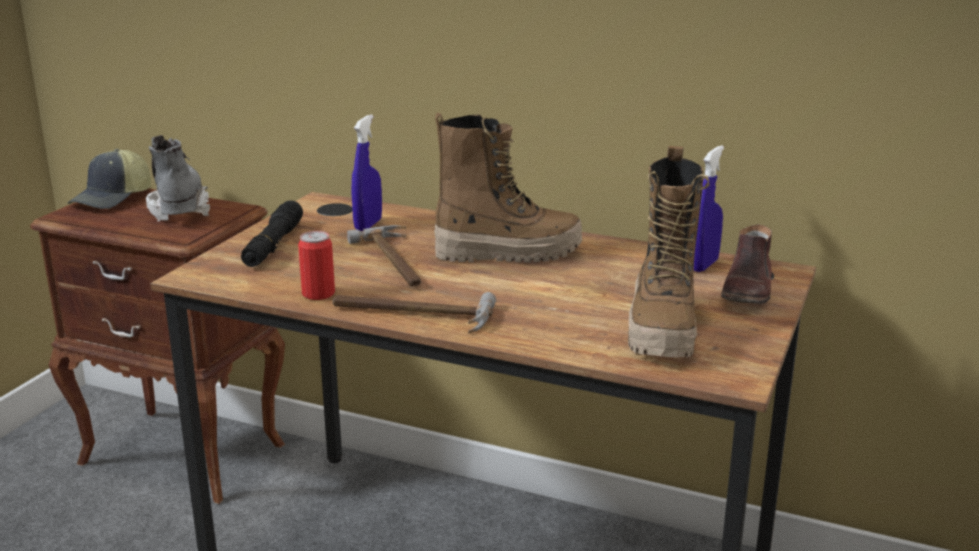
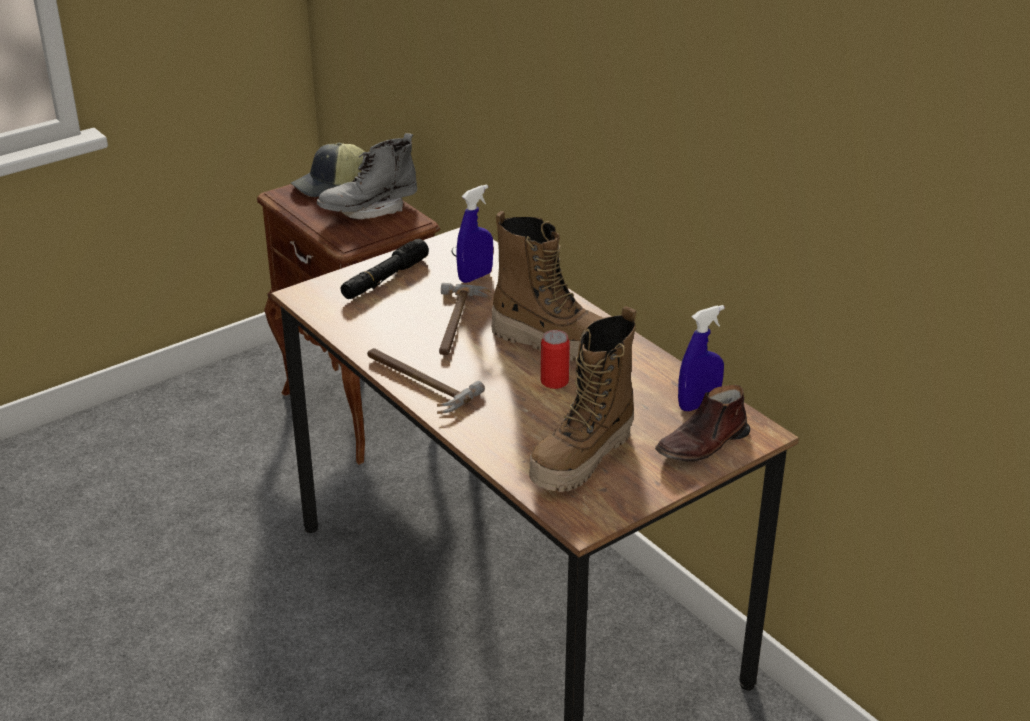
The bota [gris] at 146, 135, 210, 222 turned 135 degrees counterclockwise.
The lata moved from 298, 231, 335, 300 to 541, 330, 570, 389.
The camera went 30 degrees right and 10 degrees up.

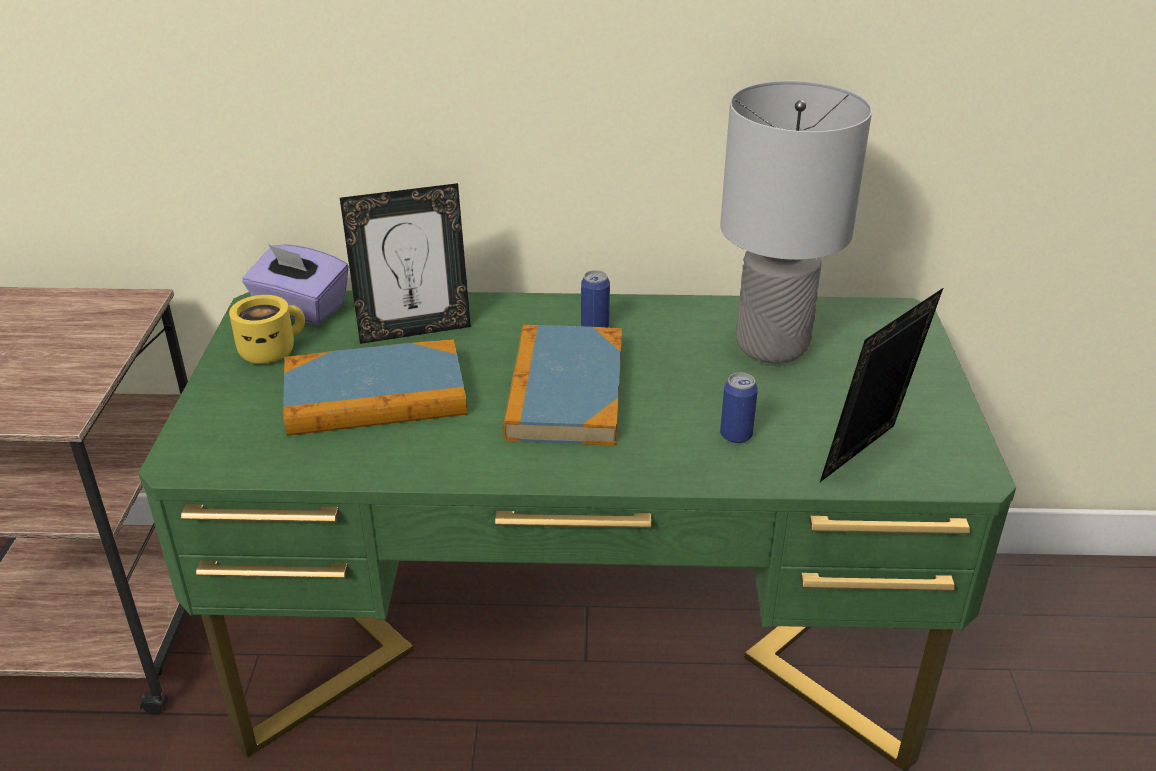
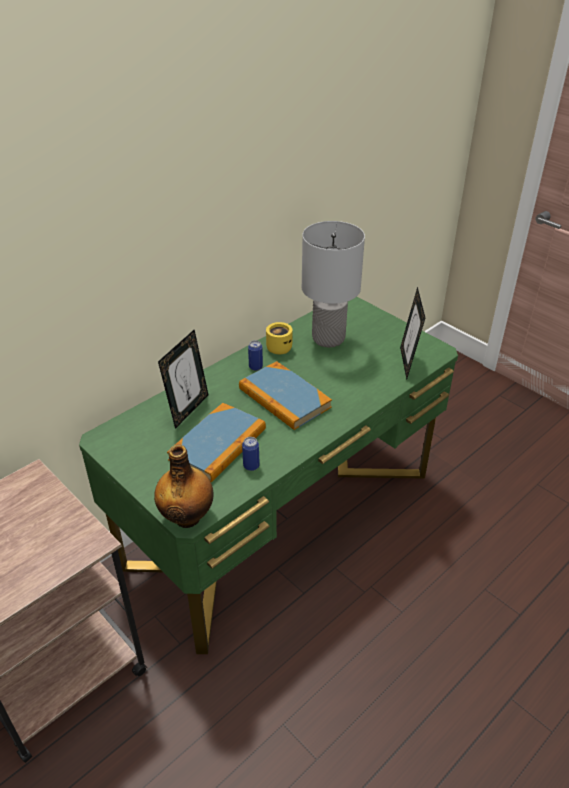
The botella at 154, 445, 213, 528 appeared.
The lata moved from 720, 372, 758, 444 to 242, 437, 260, 471.
The taza grande [amarillo] moved from 229, 295, 305, 364 to 266, 322, 292, 354.
The caja de pañuelos [morado] at 242, 244, 349, 325 disappeared.
The camera went 45 degrees left and 5 degrees up.

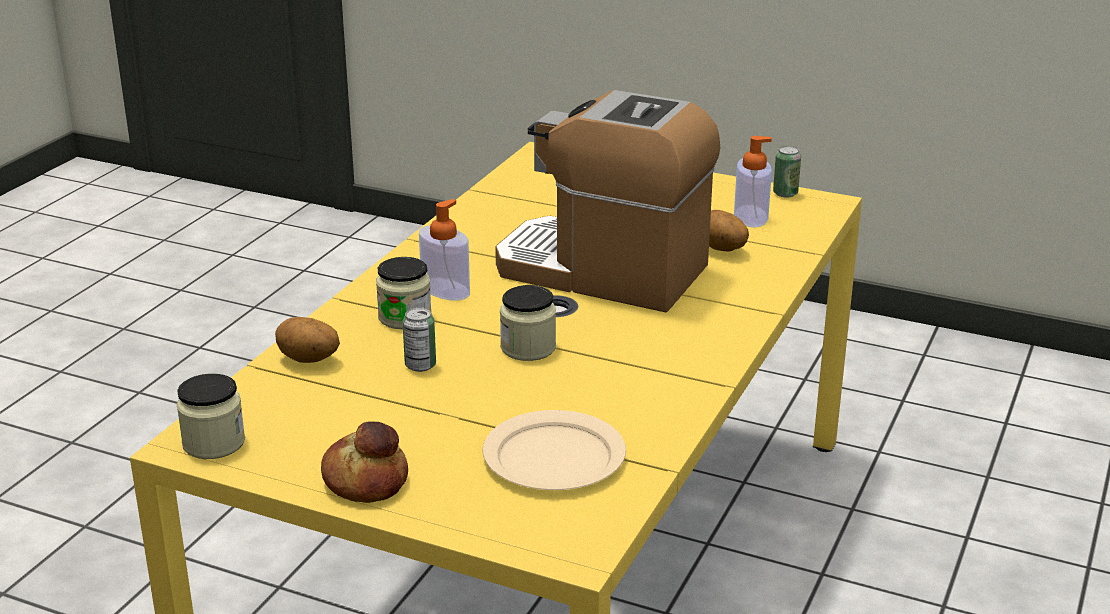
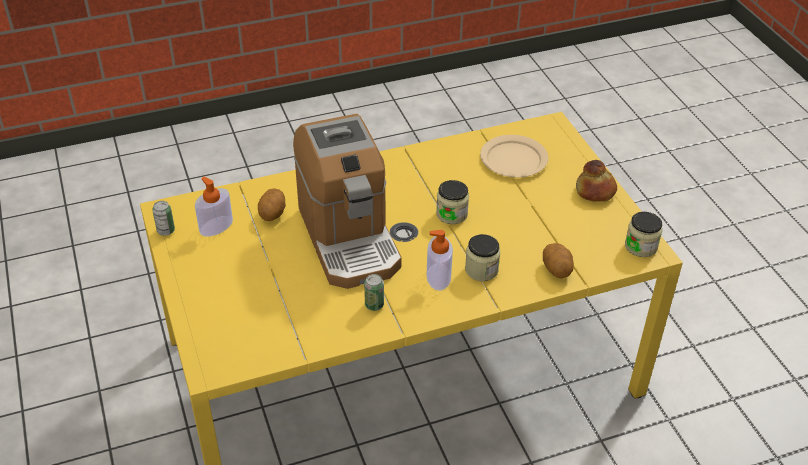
The lata moved from 402, 307, 436, 372 to 364, 274, 384, 311.
The camera went 135 degrees left and 15 degrees up.

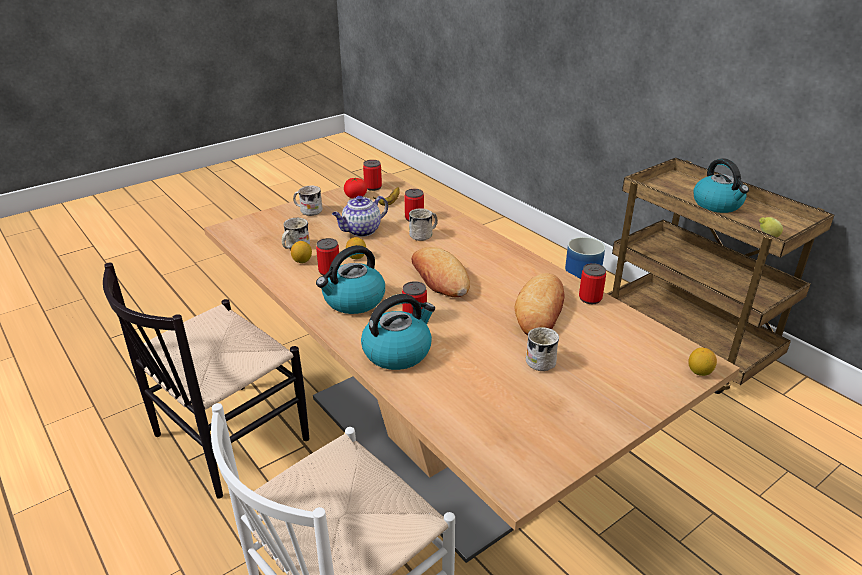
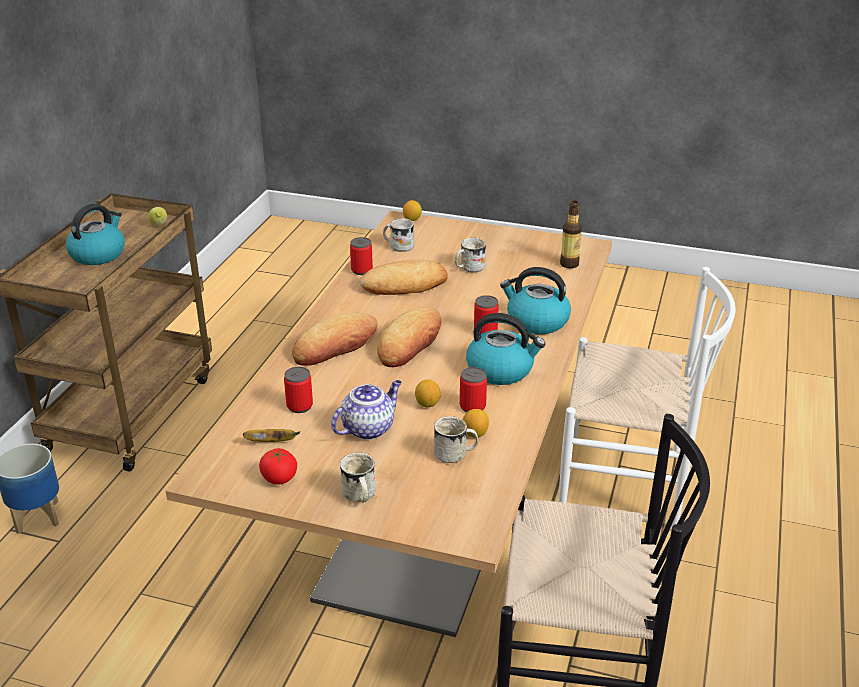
The pan at 292, 313, 378, 366 appeared.
The tetera at 332, 196, 388, 237 turned 60 degrees counterclockwise.
The taza grande [blanco] moved from 409, 208, 438, 241 to 383, 218, 415, 252.
The botella at 560, 200, 582, 268 appeared.
The lata at 363, 160, 382, 191 disappeared.
The camera went 125 degrees left and 0 degrees up.

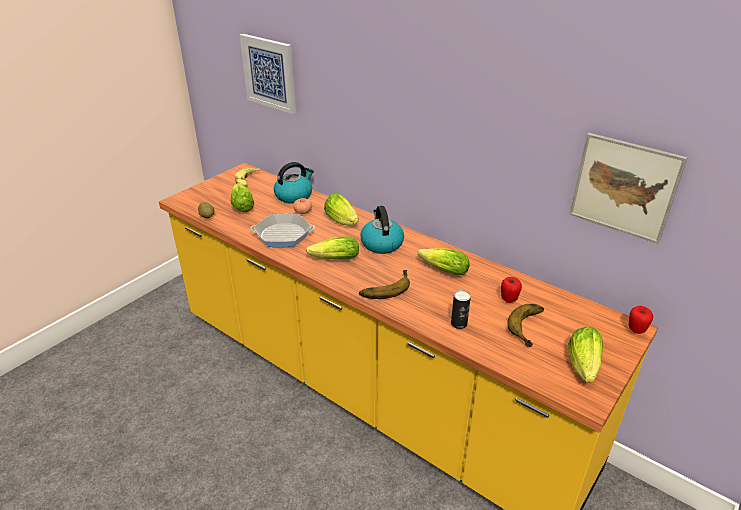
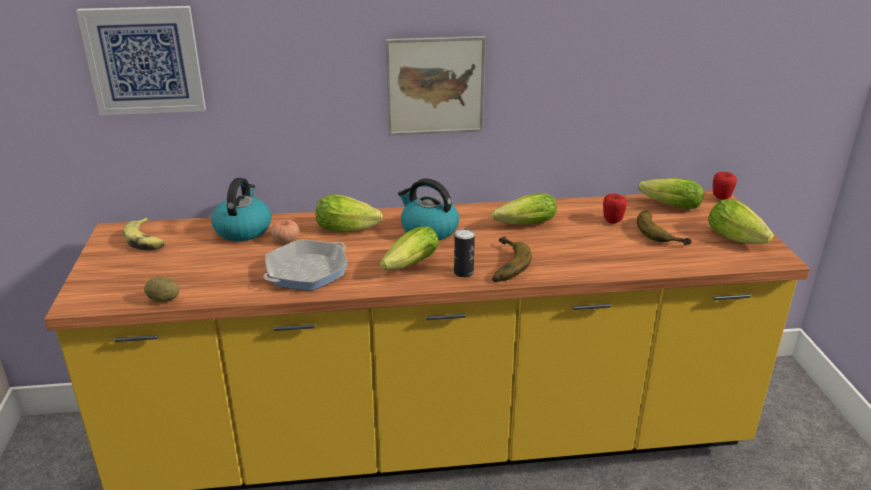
The cuadro moved from 569, 133, 688, 244 to 386, 36, 486, 135.
The lata moved from 451, 290, 471, 329 to 454, 229, 475, 277.
The lechuga moved from 231, 183, 254, 212 to 638, 178, 704, 209.
The camera went 45 degrees left and 5 degrees down.

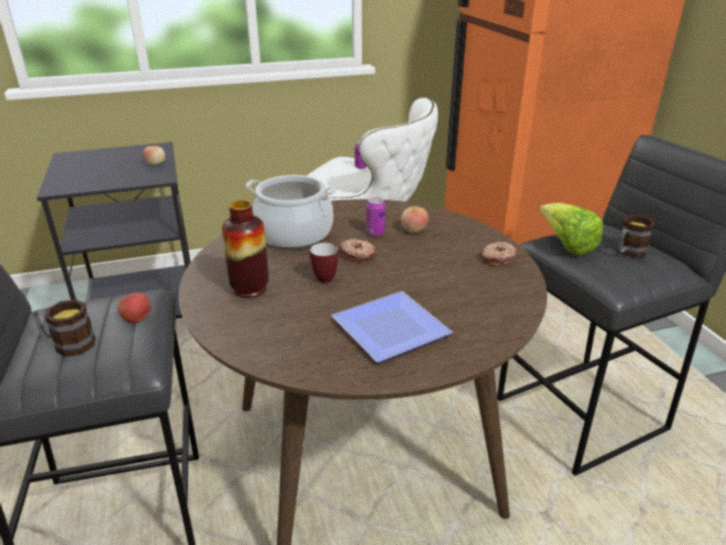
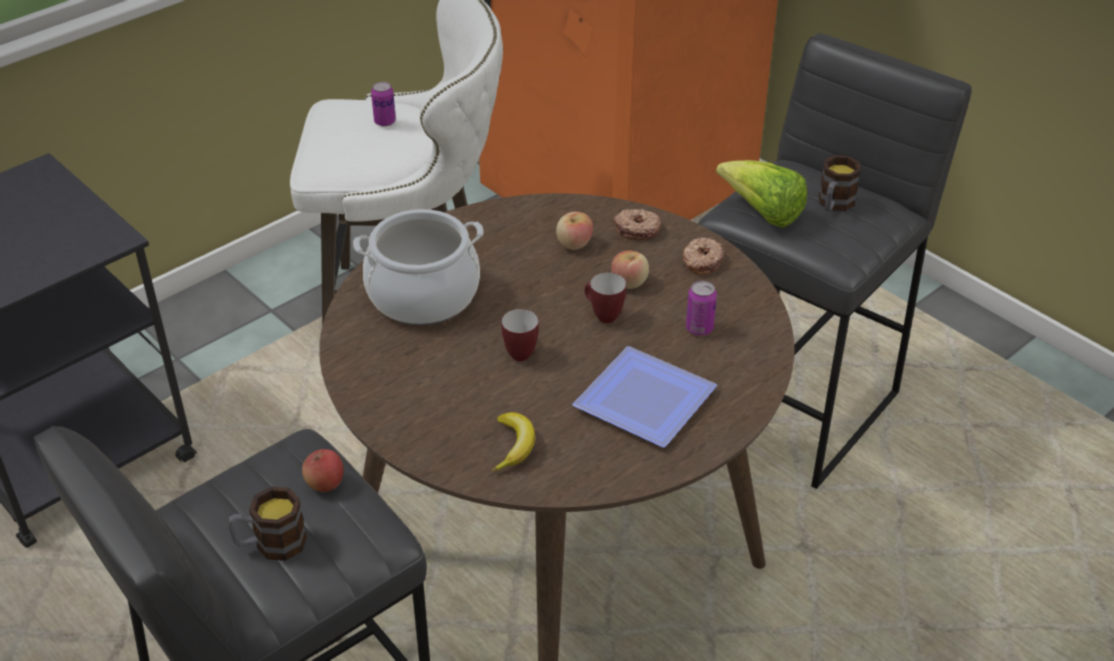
The plátano at 492, 412, 535, 472 appeared.
The taza grande at 584, 272, 626, 323 appeared.
The manzana moved from 143, 146, 165, 165 to 611, 250, 649, 289.
The rosquilla moved from 340, 238, 376, 262 to 613, 209, 661, 240.
The lata moved from 366, 197, 385, 236 to 686, 281, 717, 336.
The florero at 222, 200, 269, 298 disappeared.
The camera went 25 degrees left and 10 degrees up.

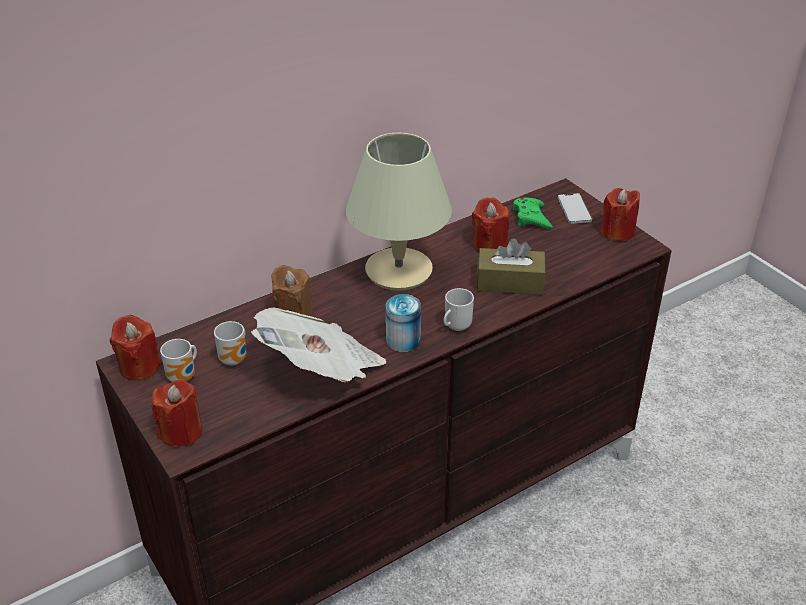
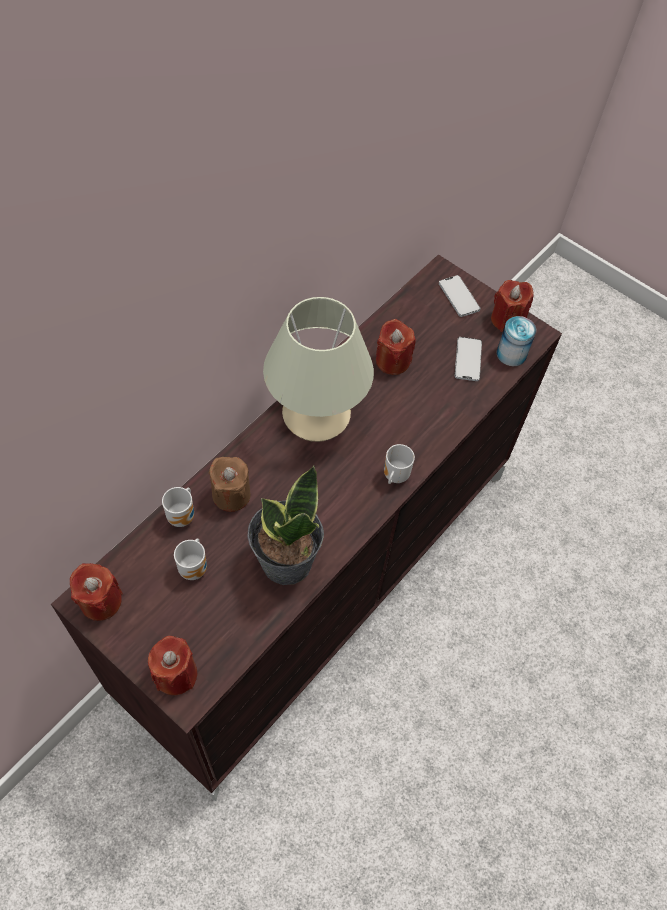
The taza grande moved from 160, 339, 197, 382 to 162, 487, 194, 527.
The periódico at 251, 307, 386, 382 was replaced by the planta en maceta at 247, 465, 324, 585.
The móvil at 455, 337, 482, 381 appeared.
The lata moved from 386, 294, 421, 352 to 496, 316, 536, 366.
The caja de pañuelos [marrón] at 477, 239, 546, 295 disappeared.
The mando de consola [verde] at 513, 197, 553, 229 disappeared.
The camera went 20 degrees left and 20 degrees up.

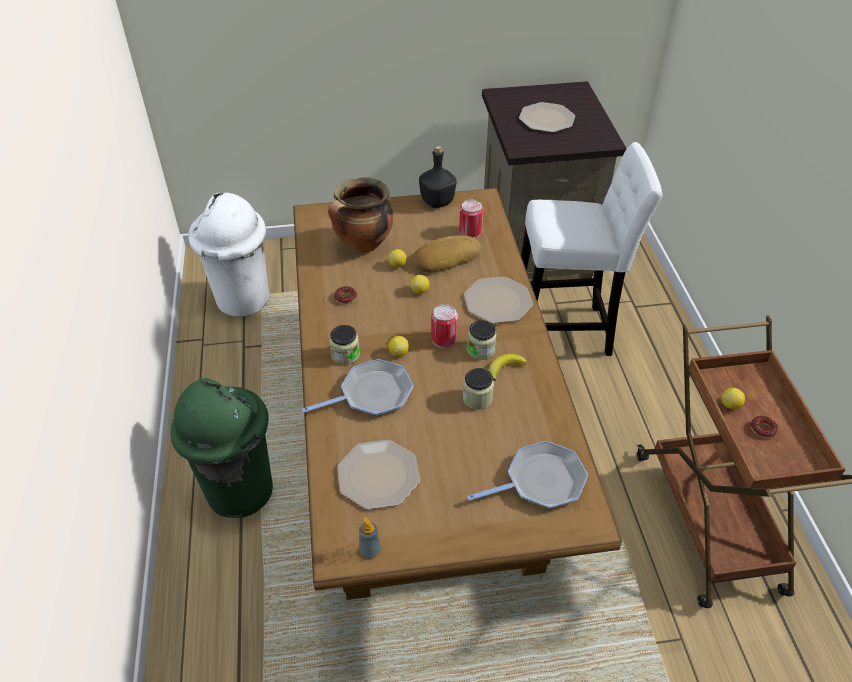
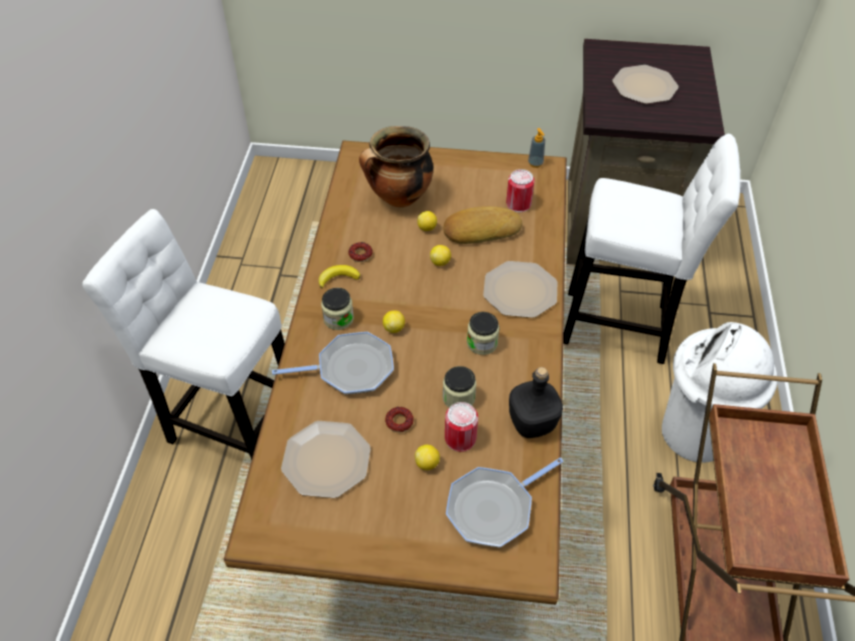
The papelera [verde] at 170, 378, 273, 518 was replaced by the taburete [blanco] at 82, 209, 285, 460.
The plátano moved from 489, 354, 527, 381 to 319, 265, 360, 289.
The rosquilla moved from 751, 416, 778, 438 to 385, 407, 414, 433.
The limón moved from 722, 388, 745, 410 to 415, 445, 440, 470.
The lata moved from 431, 304, 458, 348 to 445, 402, 478, 452.
The sartén at 467, 441, 588, 509 turned 150 degrees clockwise.
The botella [negro] moved from 419, 146, 456, 208 to 509, 367, 563, 438.
The dispensador de jabón moved from 359, 517, 381, 559 to 528, 128, 545, 168.
The papelera [blanco] moved from 188, 192, 270, 317 to 662, 322, 777, 463.
The camera went 15 degrees right and 5 degrees up.

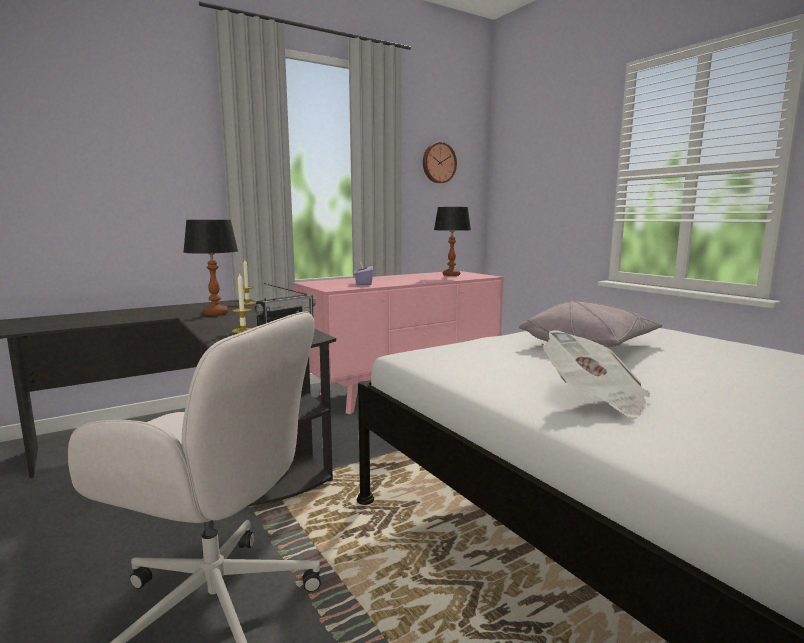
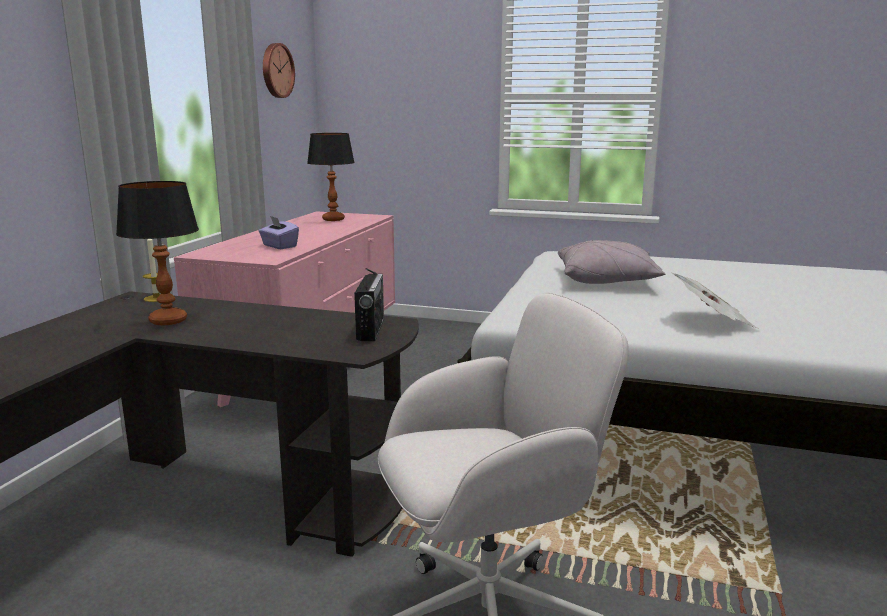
The vela at 232, 272, 252, 333 disappeared.
The camera went 40 degrees left and 5 degrees up.

